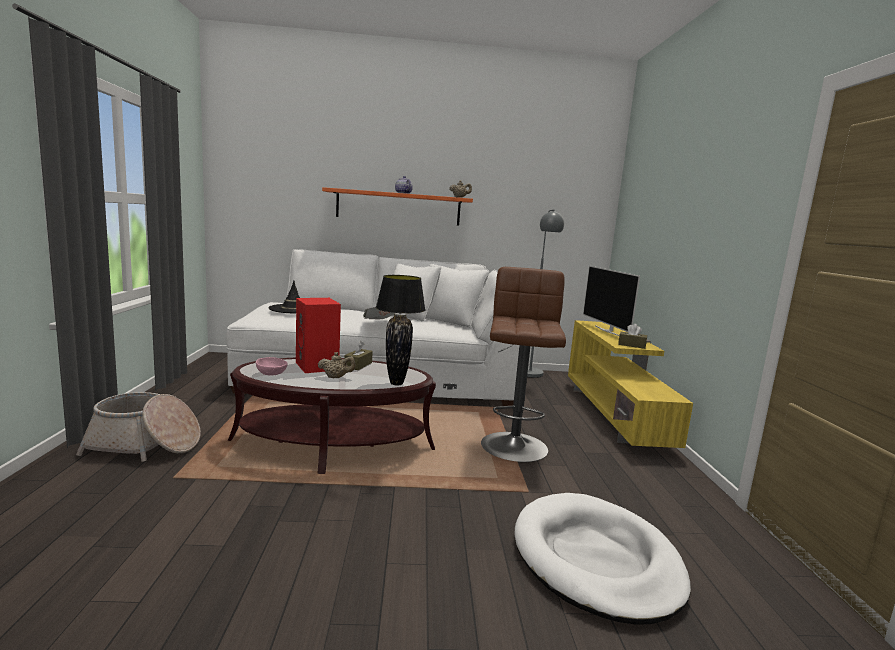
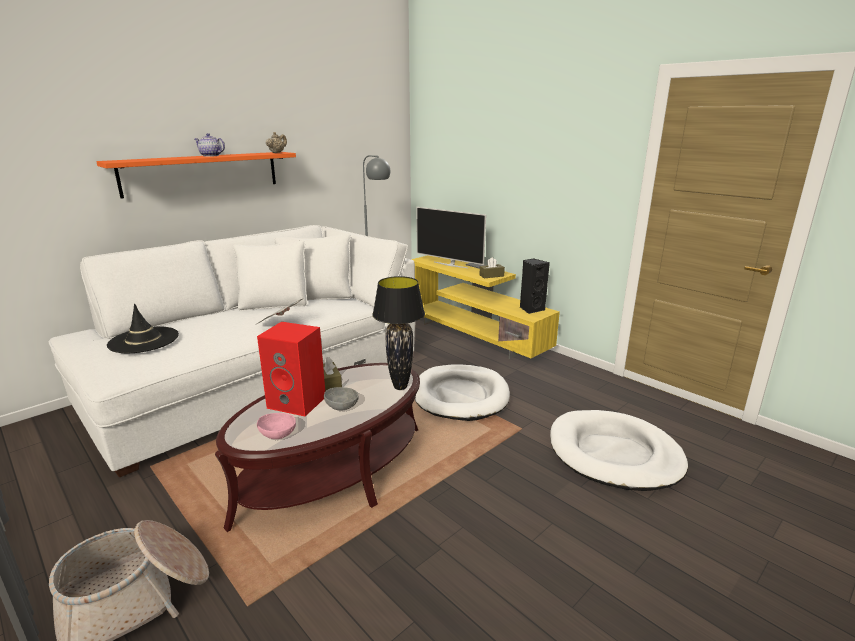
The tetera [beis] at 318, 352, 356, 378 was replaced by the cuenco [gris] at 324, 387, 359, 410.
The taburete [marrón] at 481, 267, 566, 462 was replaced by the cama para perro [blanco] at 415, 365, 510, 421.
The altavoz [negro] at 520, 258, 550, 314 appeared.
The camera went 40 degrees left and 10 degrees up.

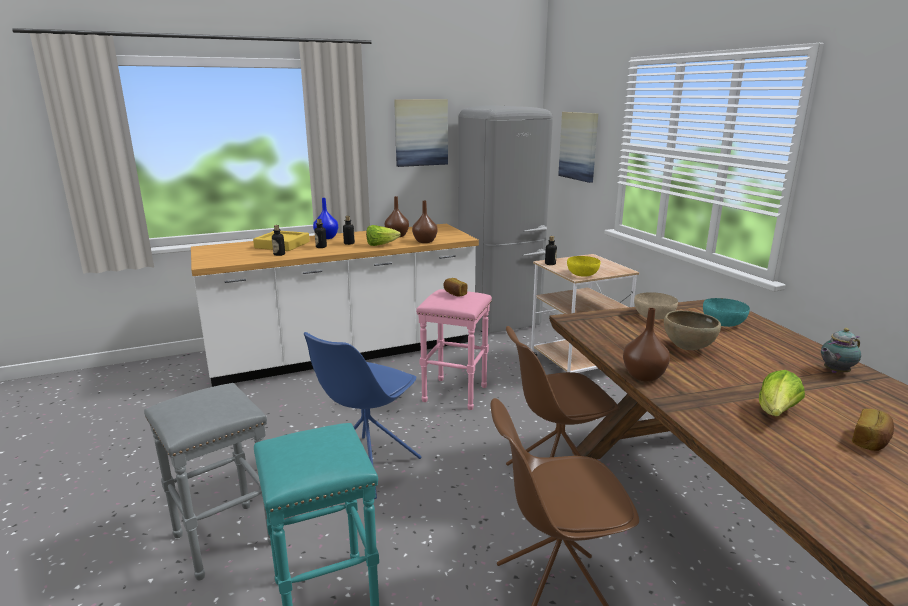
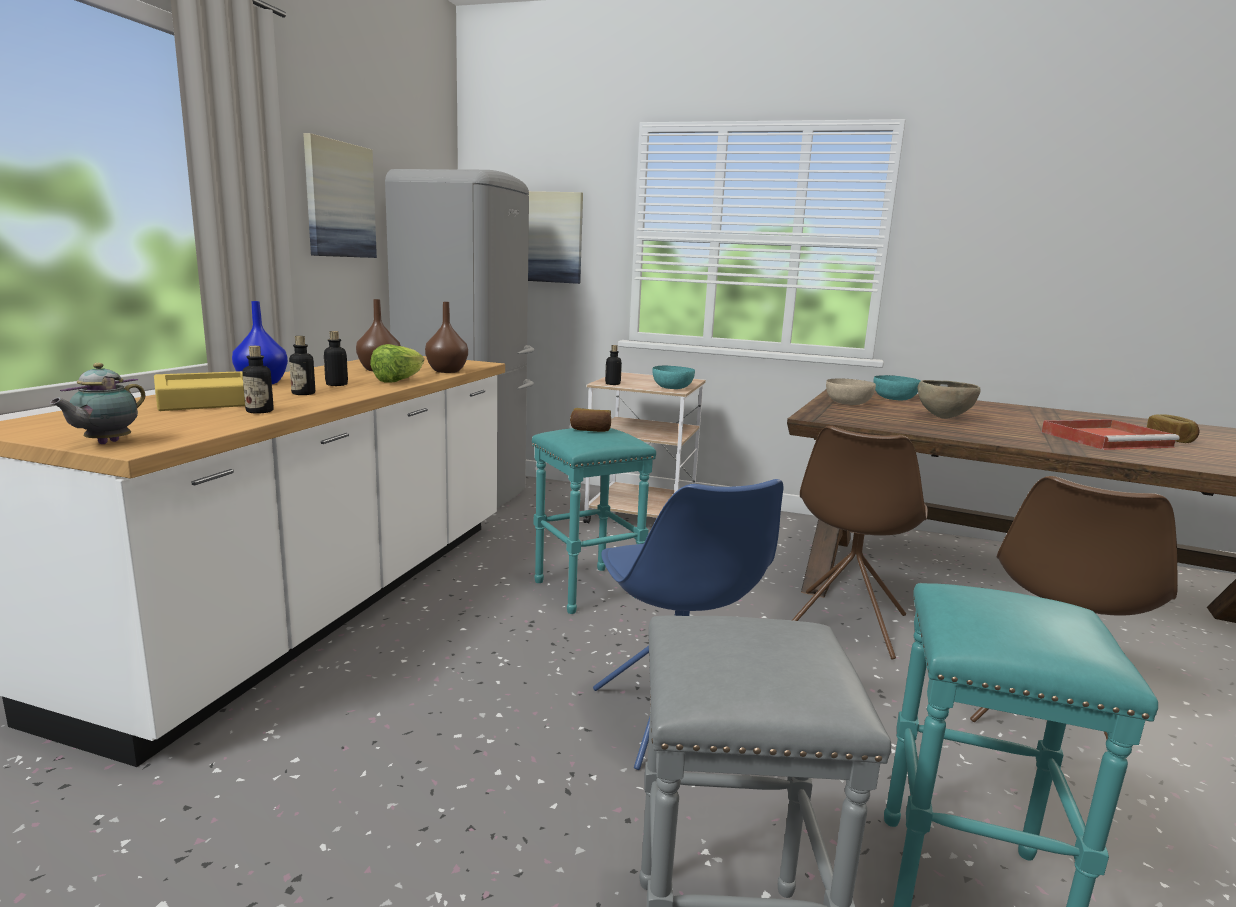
The tetera moved from 821, 328, 861, 373 to 50, 363, 145, 444.
The taburete [rosa] at 416, 289, 492, 410 became the taburete [turquesa] at 532, 428, 656, 614.
The cuenco [amarillo] at 567, 256, 600, 277 became the cuenco [turquesa] at 652, 366, 695, 389.
The lechuga at 759, 370, 805, 417 was replaced by the bandeja [rojo] at 1041, 419, 1180, 450.
The florero [marrón] at 623, 308, 670, 382 disappeared.
The camera went 50 degrees left and 5 degrees down.

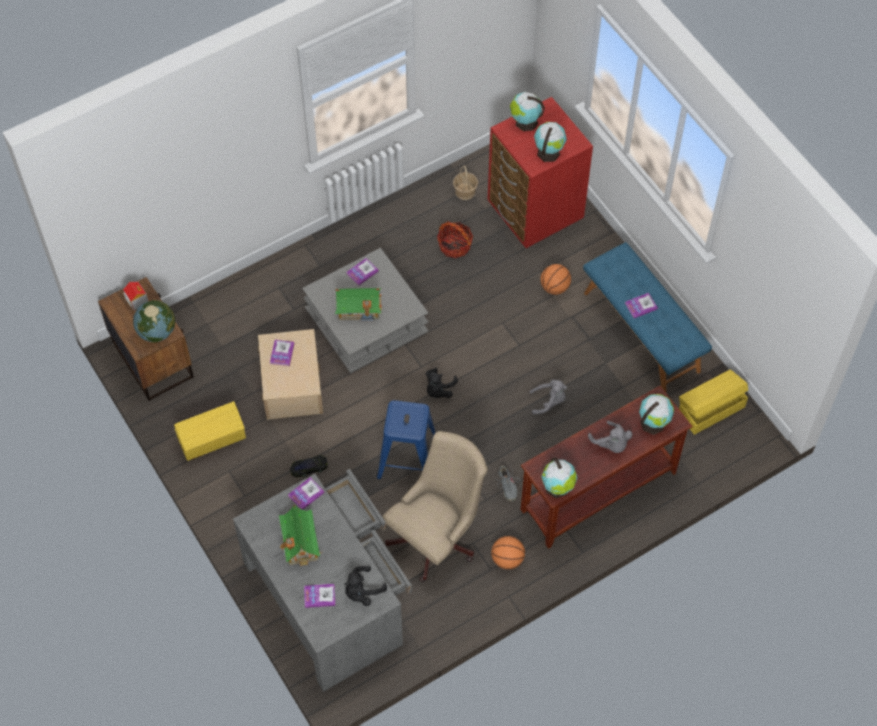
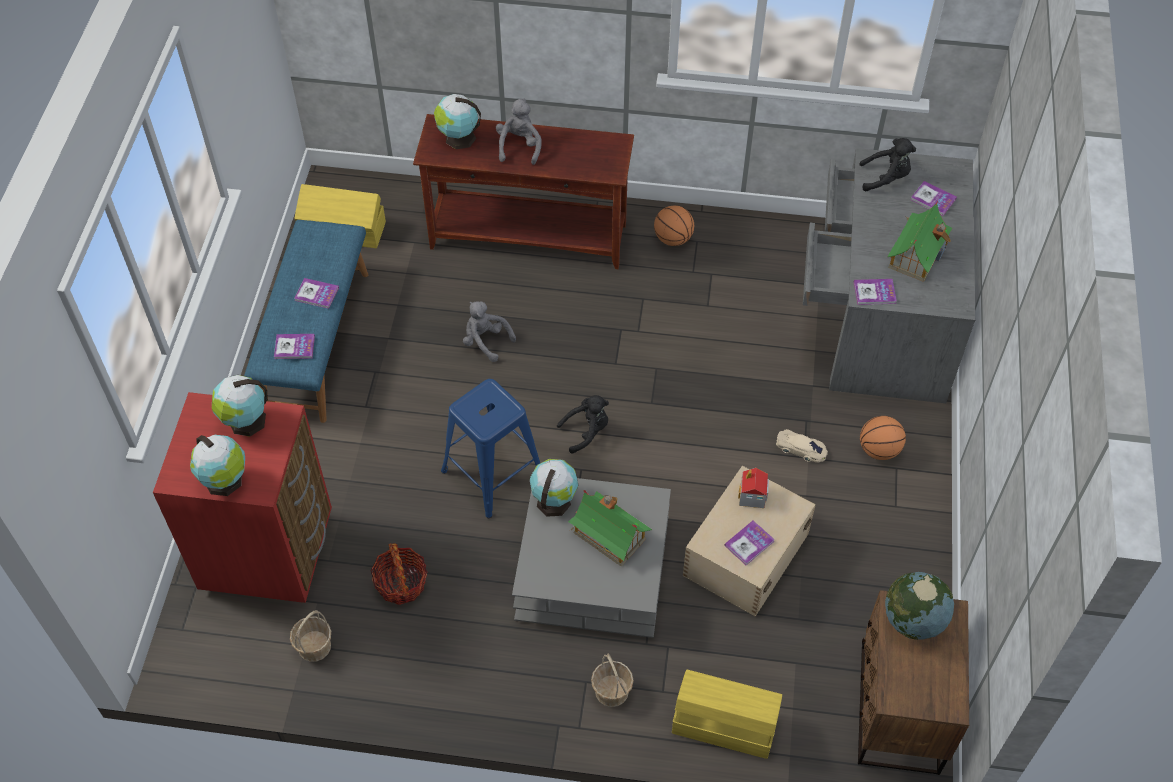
The libro moved from 346, 258, 379, 286 to 274, 334, 315, 359.
The taburete [azul] moved from 377, 400, 436, 479 to 441, 379, 540, 518.
The globo terráqueo moved from 541, 457, 578, 498 to 530, 459, 578, 517.
The cesta at 591, 653, 634, 707 appeared.
The caja de almacenaje [amarillo] moved from 174, 401, 246, 461 to 672, 669, 782, 759.
The casita moved from 123, 282, 148, 310 to 738, 468, 769, 508.
The coche de juguete [negro] at 290, 455, 328, 478 became the coche de juguete [beis] at 776, 429, 828, 463.
The balón de baloncesto moved from 541, 264, 571, 295 to 860, 416, 906, 460.
The silla de oficina [beis] at 382, 431, 488, 582 disappeared.
The zapato [gris] at 493, 465, 520, 501 disappeared.
The camera went 140 degrees left and 5 degrees down.

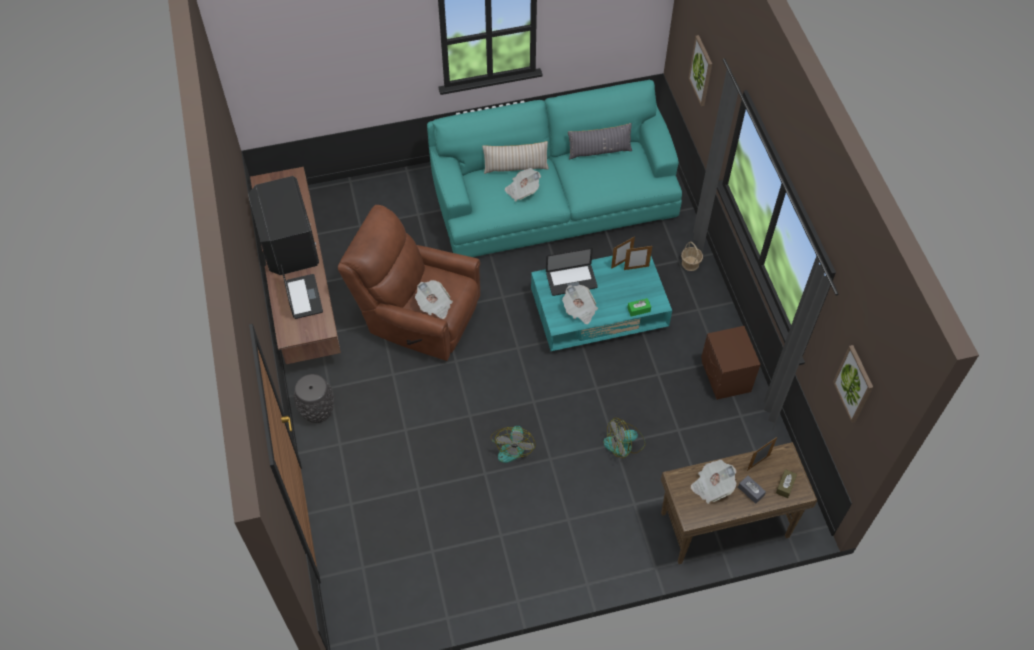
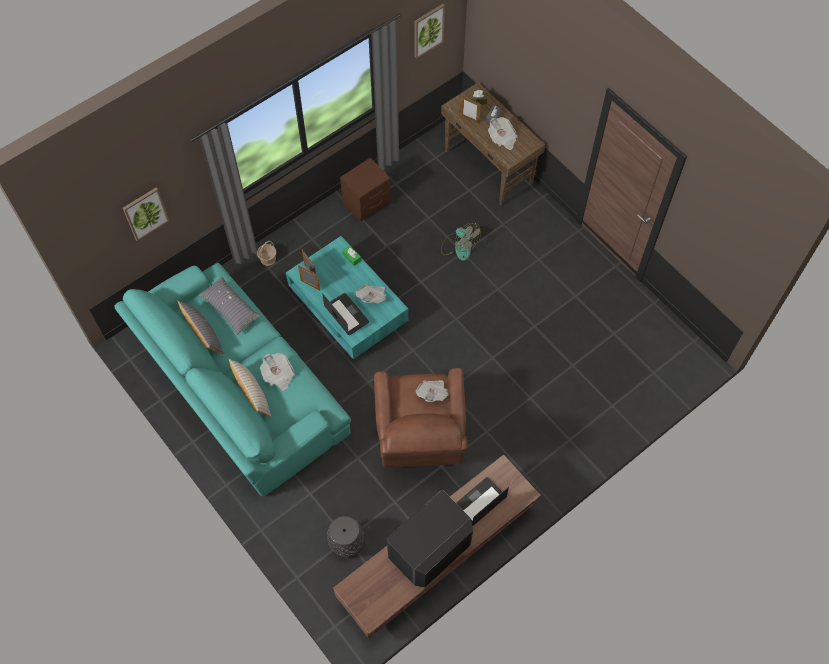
The cojín [gris] at 199, 276, 261, 335 appeared.
The taburete [gris] moved from 294, 374, 334, 423 to 327, 516, 364, 557.
The ventilador at 490, 426, 536, 463 disappeared.
The camera went 115 degrees left and 5 degrees up.

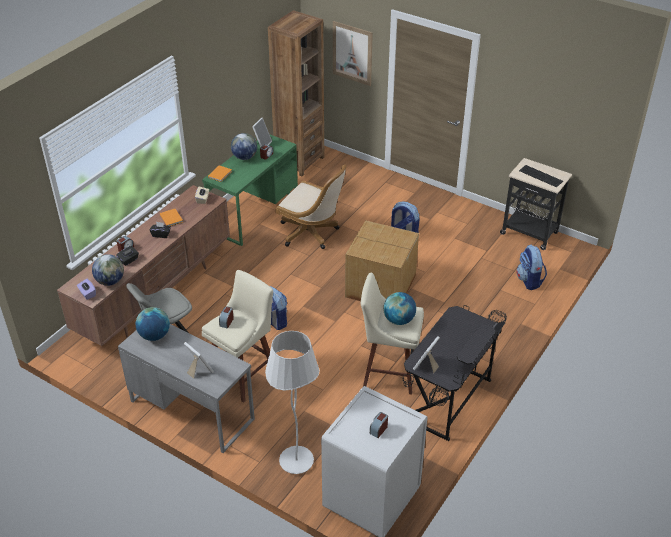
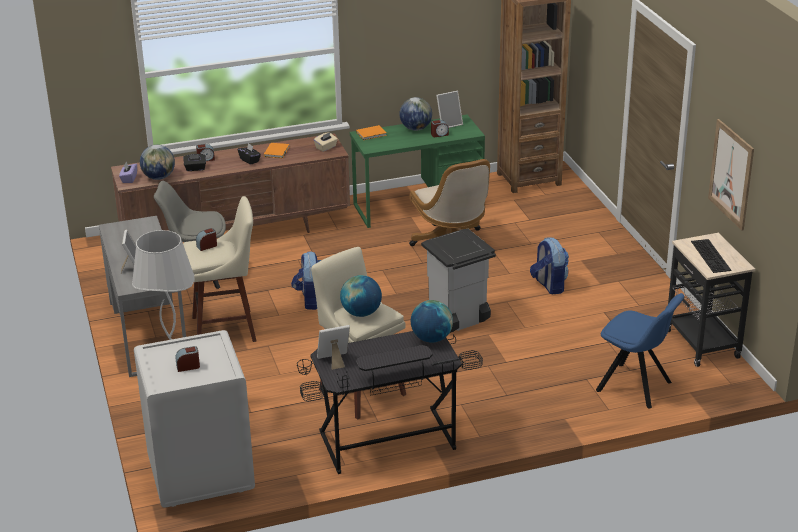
The globo terráqueo moved from 136, 307, 170, 341 to 411, 300, 453, 343.
The caja de cartón at 345, 220, 419, 301 was replaced by the papelera [gris] at 421, 229, 496, 333.
The mochila at 516, 245, 547, 290 was replaced by the silla [azul] at 596, 293, 684, 409.
The cuadro moved from 333, 21, 373, 86 to 708, 119, 754, 231.
The camera went 40 degrees right and 10 degrees down.

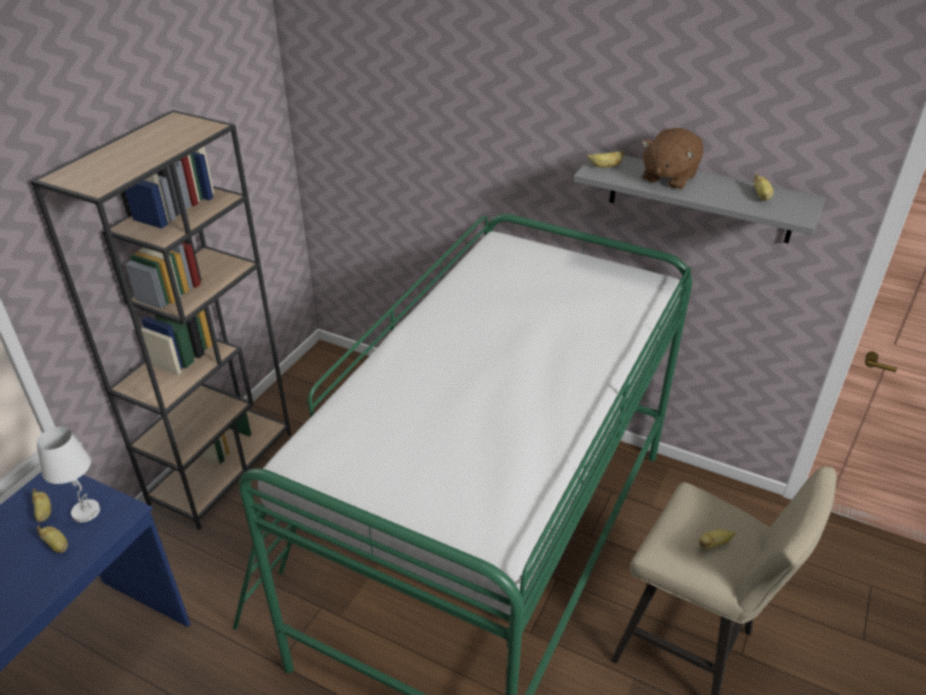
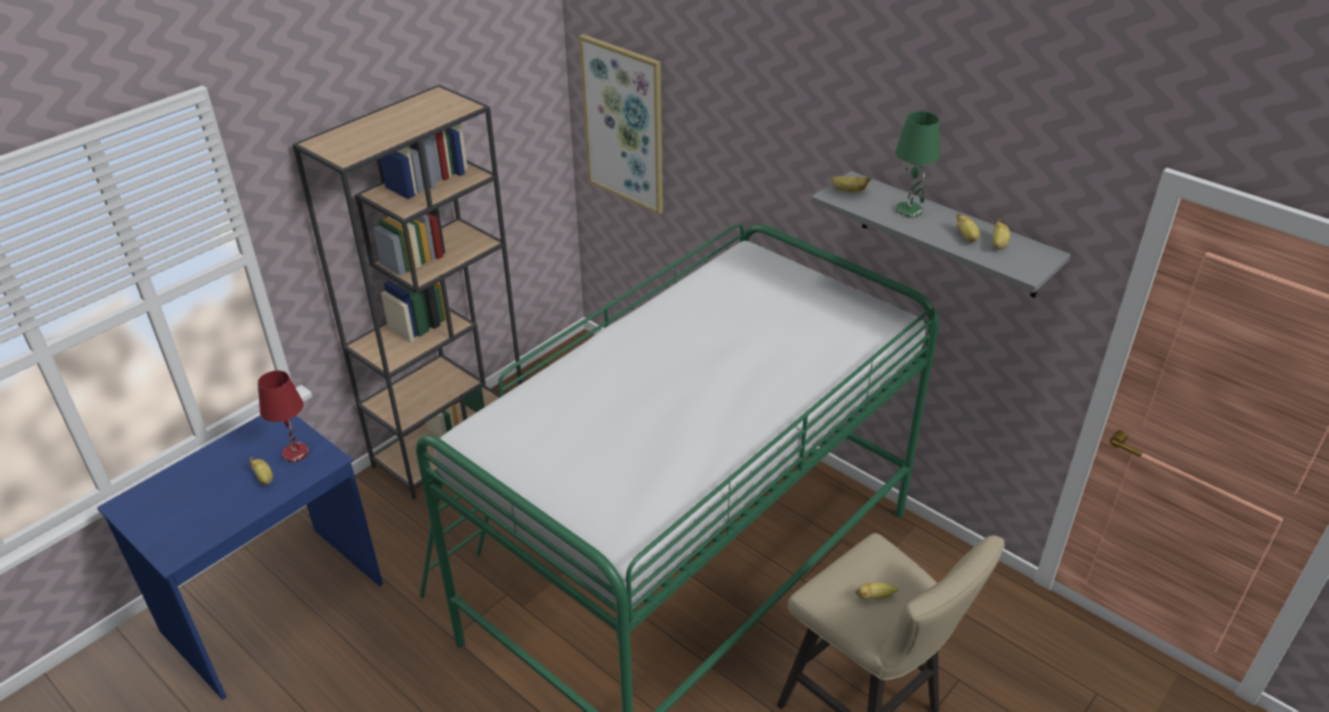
The lámpara de mesa [blanco] at 36, 427, 100, 523 became the lámpara de mesa [rojo] at 258, 370, 308, 462.
The cuadro at 579, 34, 663, 214 appeared.
The peluche [marrón] at 642, 128, 703, 190 was replaced by the lámpara de mesa [verde] at 895, 112, 940, 218.
The plátano moved from 32, 489, 51, 522 to 957, 212, 980, 242.
The camera went 15 degrees right and 0 degrees up.

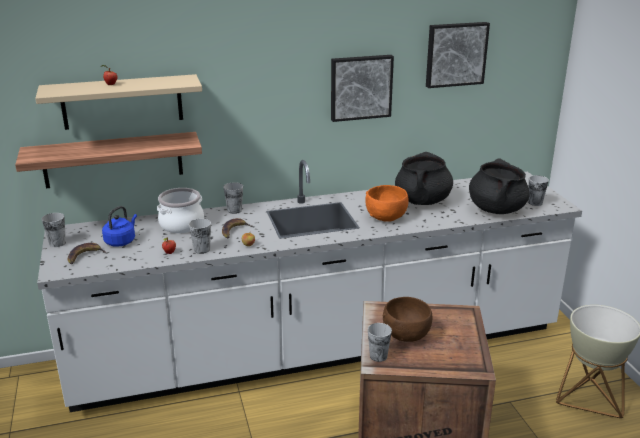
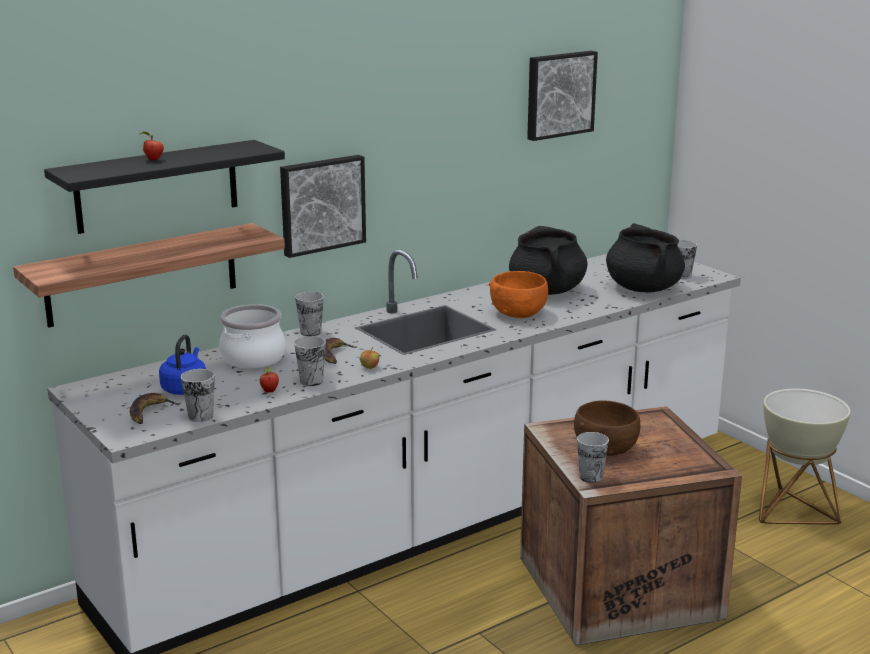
The estante [beis] at 35, 74, 202, 130 became the estante [negro] at 44, 140, 285, 234.
The taza moved from 42, 213, 66, 247 to 181, 369, 215, 422.
The cuadro moved from 331, 55, 394, 122 to 280, 155, 366, 258.
The camera went 20 degrees left and 5 degrees down.

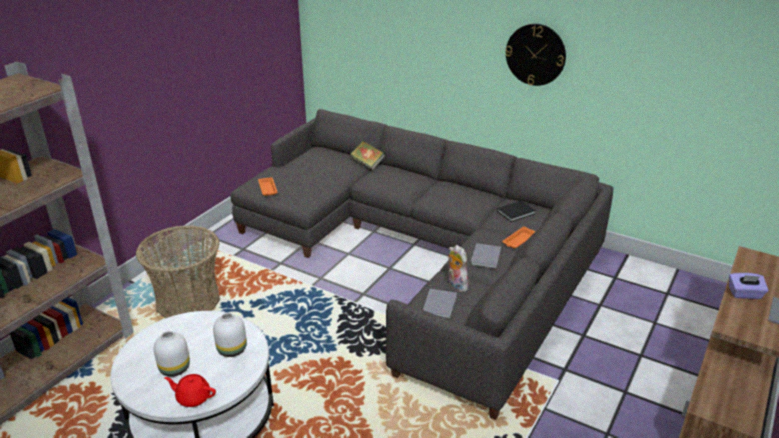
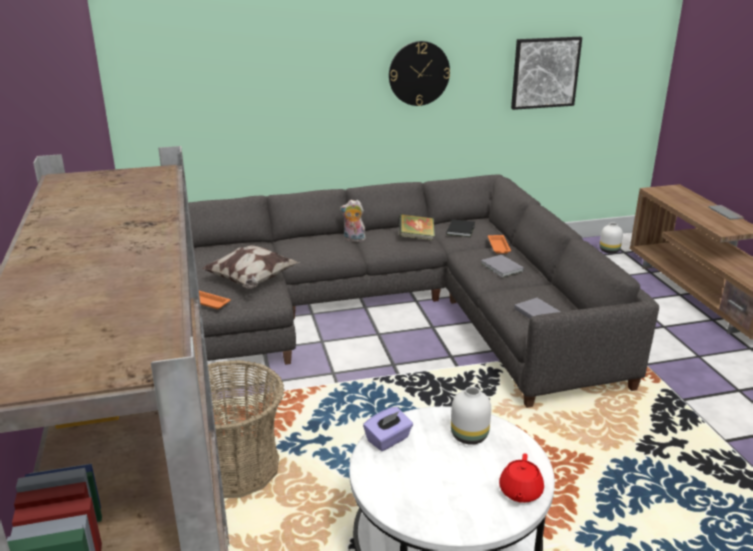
The cojín at 201, 245, 299, 289 appeared.
The peluche moved from 448, 245, 469, 292 to 340, 200, 367, 242.
The caja de pañuelos [morado] moved from 729, 273, 768, 299 to 363, 407, 413, 451.
The libro moved from 350, 141, 385, 170 to 399, 214, 435, 241.
The tetera [rojo] at 164, 374, 216, 407 turned 45 degrees counterclockwise.
The cuadro at 511, 37, 582, 110 appeared.
The florero [blanco] moved from 154, 331, 190, 377 to 600, 222, 623, 254.
The camera went 45 degrees left and 5 degrees down.

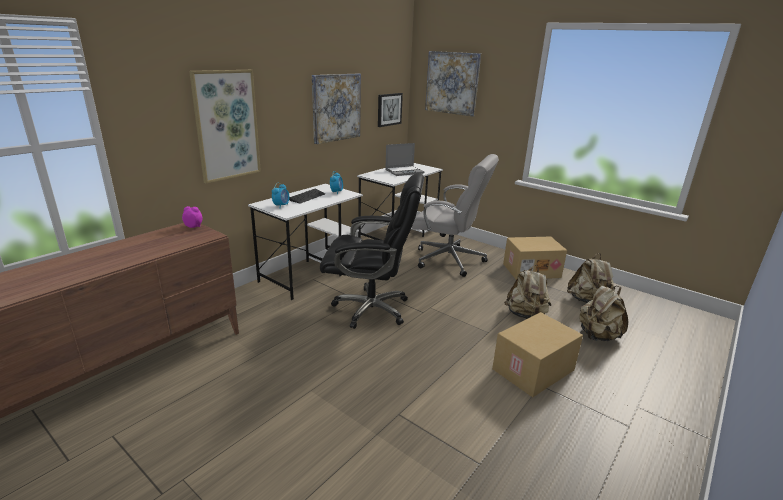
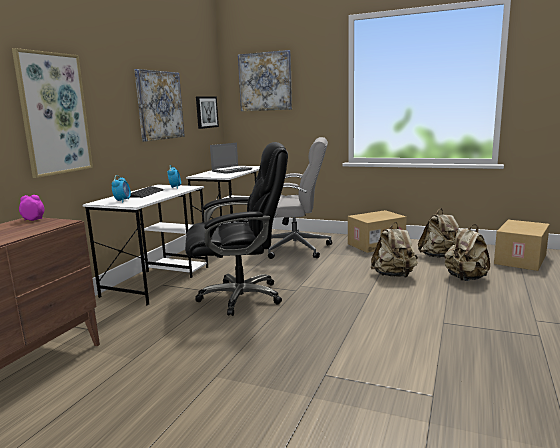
The caja de cartón moved from 492, 312, 583, 397 to 494, 220, 550, 271.
The camera went 15 degrees left and 10 degrees down.

